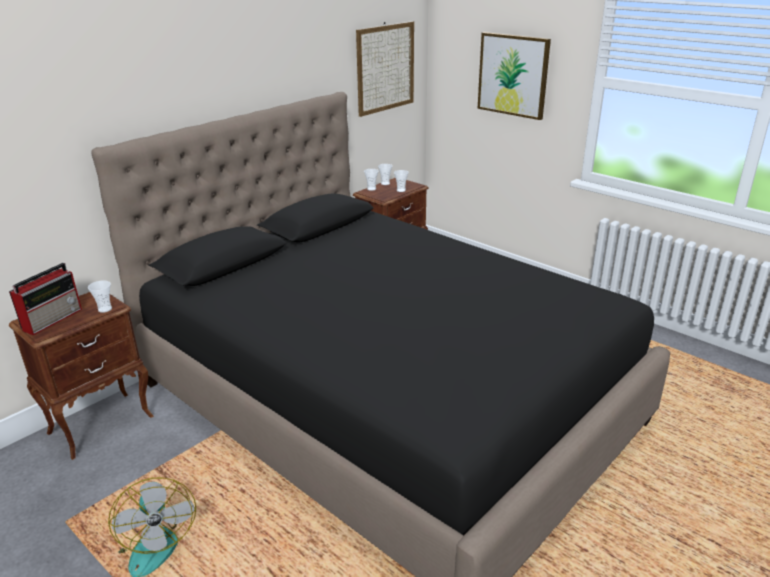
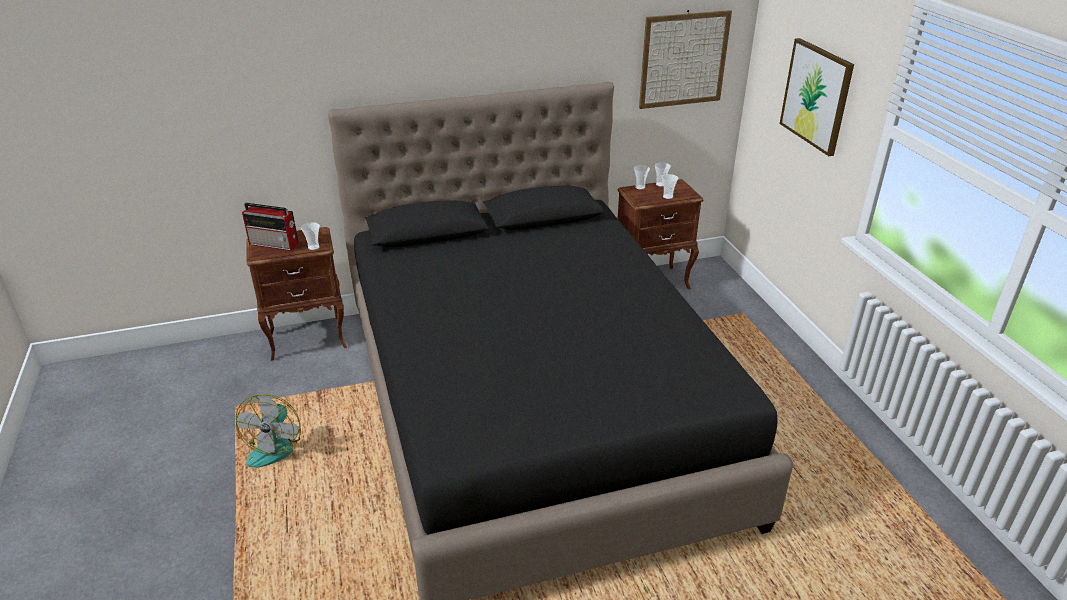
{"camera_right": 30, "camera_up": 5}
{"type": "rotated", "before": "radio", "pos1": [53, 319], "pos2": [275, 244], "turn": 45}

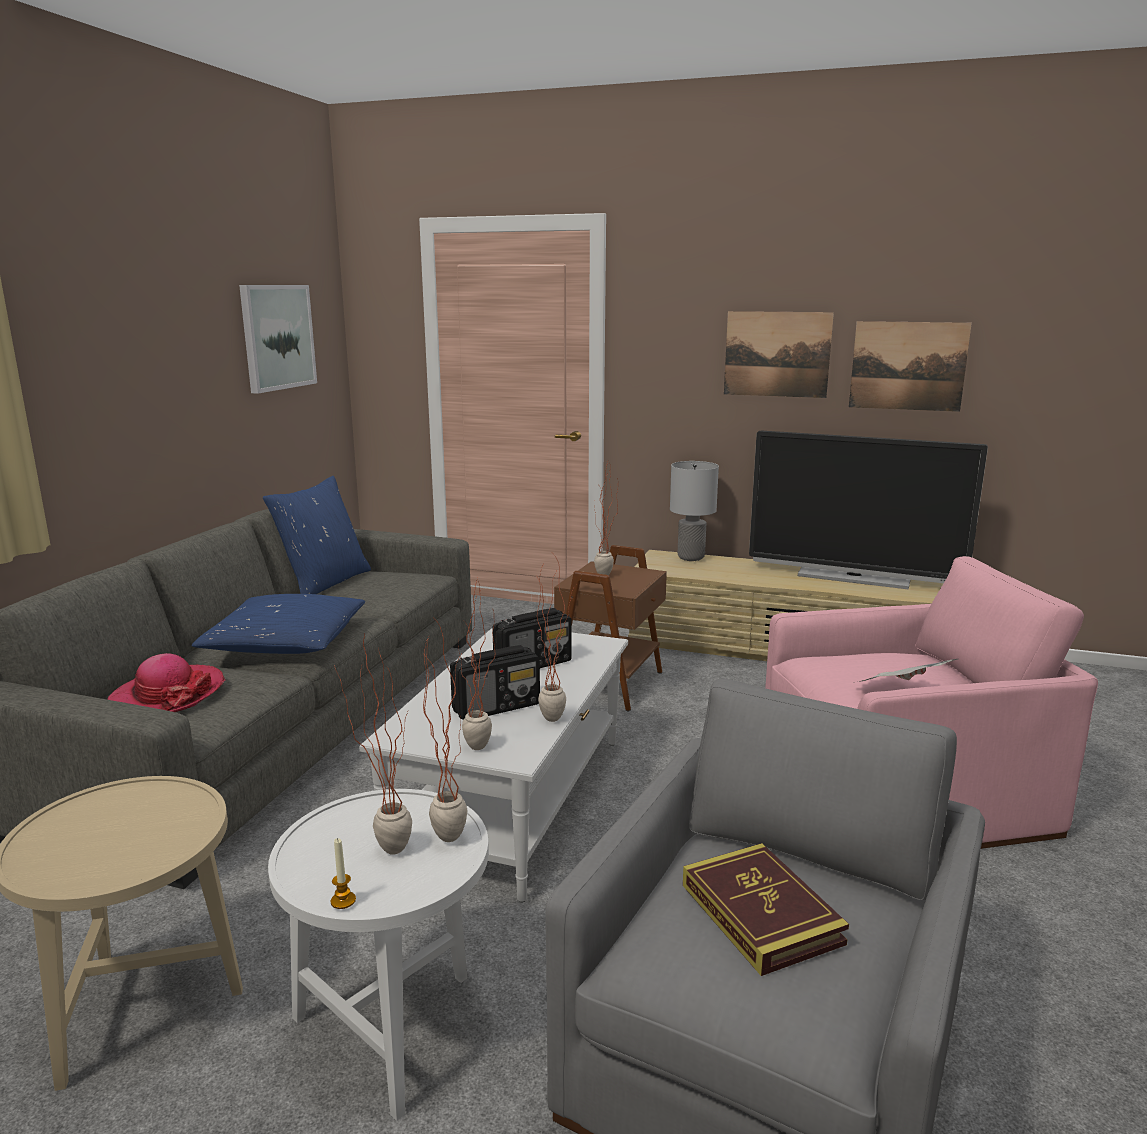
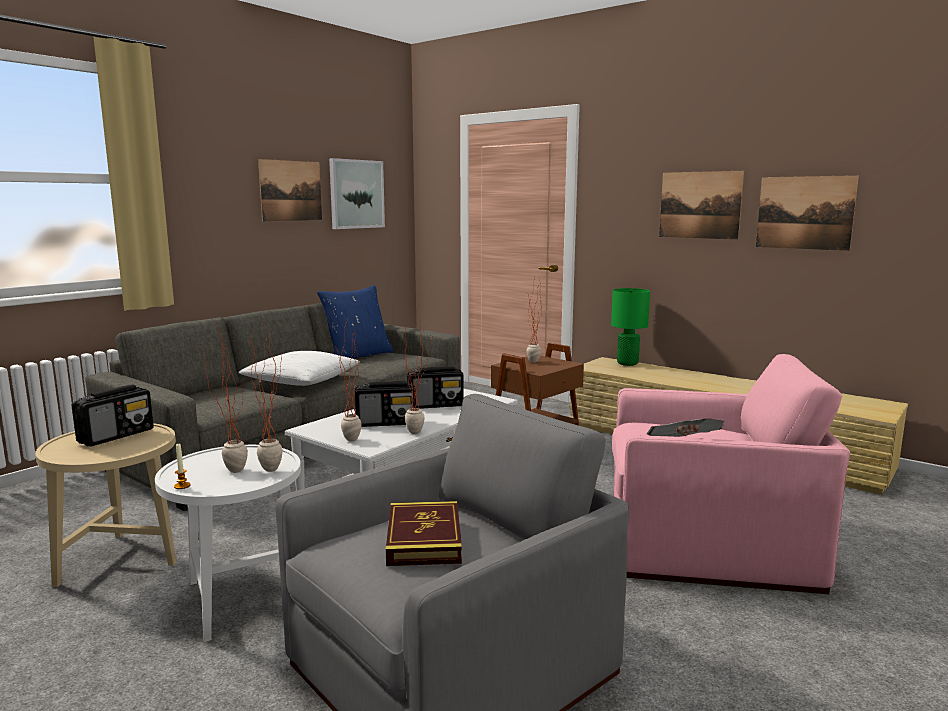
{"camera_right": 20, "camera_up": -5}
{"type": "gone", "before": "hat", "pos1": [167, 695]}
{"type": "gone", "before": "television", "pos1": [853, 577]}
{"type": "new", "after": "radio", "pos2": [117, 436]}
{"type": "new", "after": "picture", "pos2": [291, 191]}
{"type": "repainted", "before": "blue pillow", "after": "white pillow", "pos1": [286, 643], "pos2": [301, 381]}
{"type": "repainted", "before": "grey table lamp", "after": "green table lamp", "pos1": [691, 559], "pos2": [627, 364]}

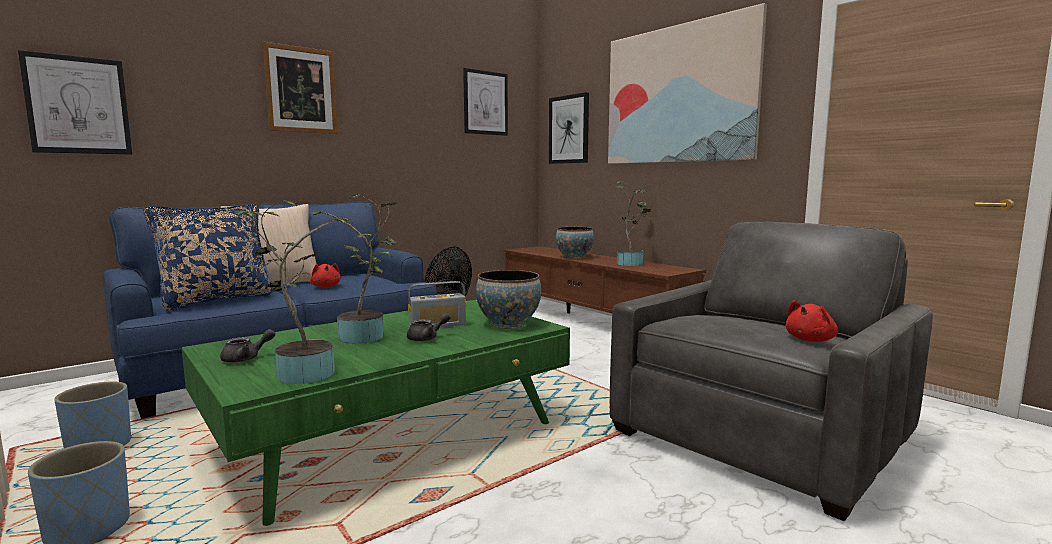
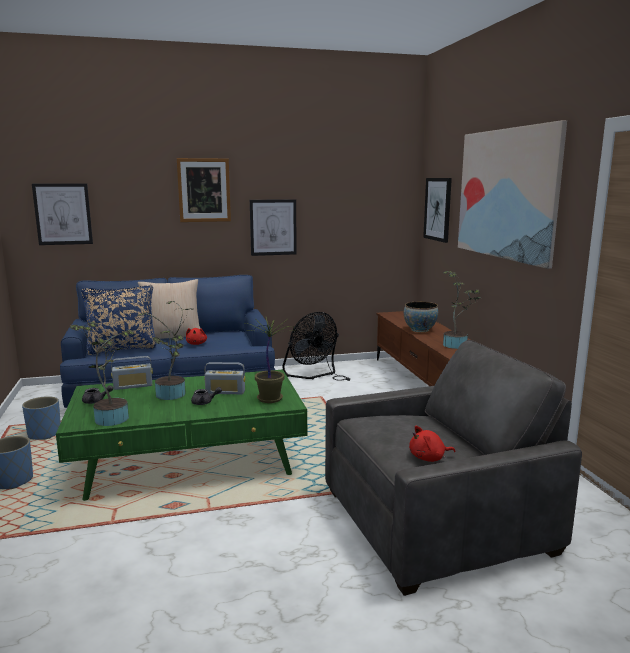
{"camera_right": 25, "camera_up": 5}
{"type": "new", "after": "radio", "pos2": [133, 386]}
{"type": "shifted", "before": "picture", "pos1": [485, 103], "pos2": [273, 227]}
{"type": "swapped", "before": "bowl", "after": "potted plant", "pos1": [508, 324], "pos2": [270, 398]}

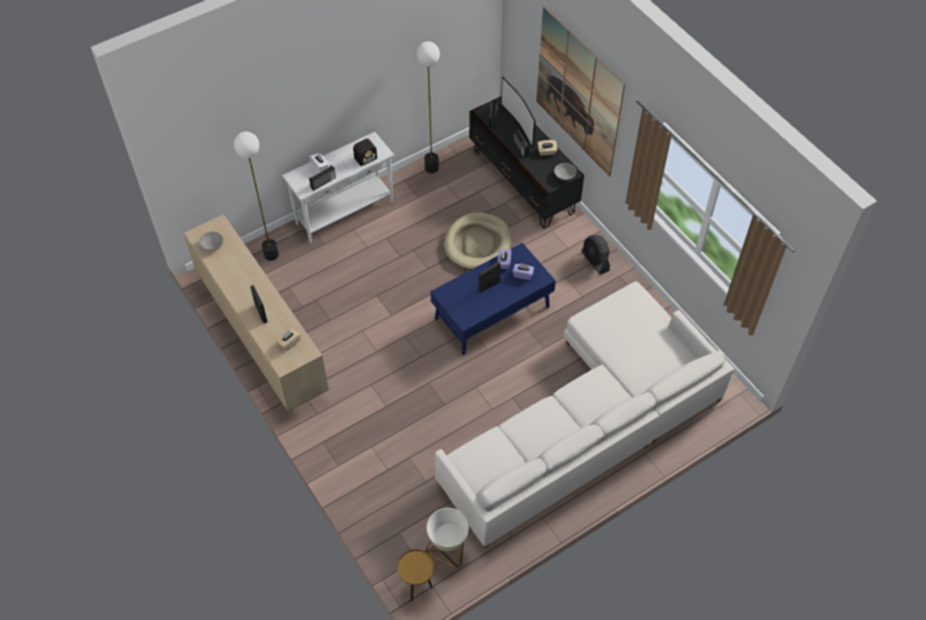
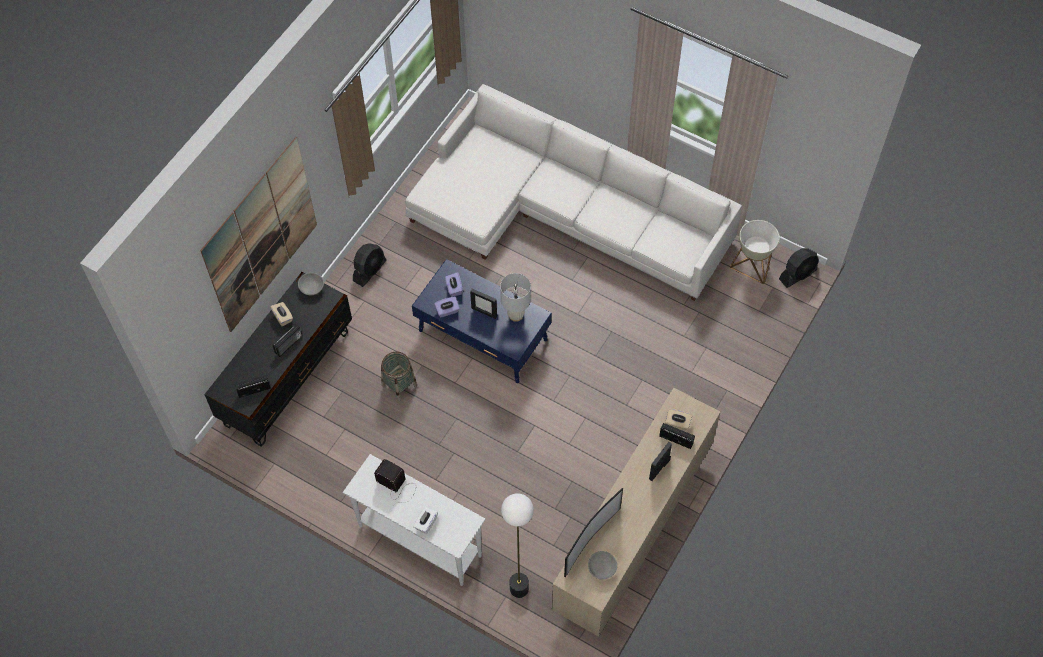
{"camera_right": -115, "camera_up": 5}
{"type": "gone", "before": "floor lamp", "pos1": [431, 168]}
{"type": "new", "after": "white table lamp", "pos2": [516, 315]}
{"type": "shifted", "before": "radio", "pos1": [323, 183], "pos2": [676, 439]}
{"type": "shifted", "before": "television", "pos1": [519, 124], "pos2": [589, 540]}
{"type": "swapped", "before": "brown side table", "after": "black fan", "pos1": [417, 588], "pos2": [798, 274]}
{"type": "swapped", "before": "beige dog bed", "after": "basket", "pos1": [478, 244], "pos2": [399, 385]}

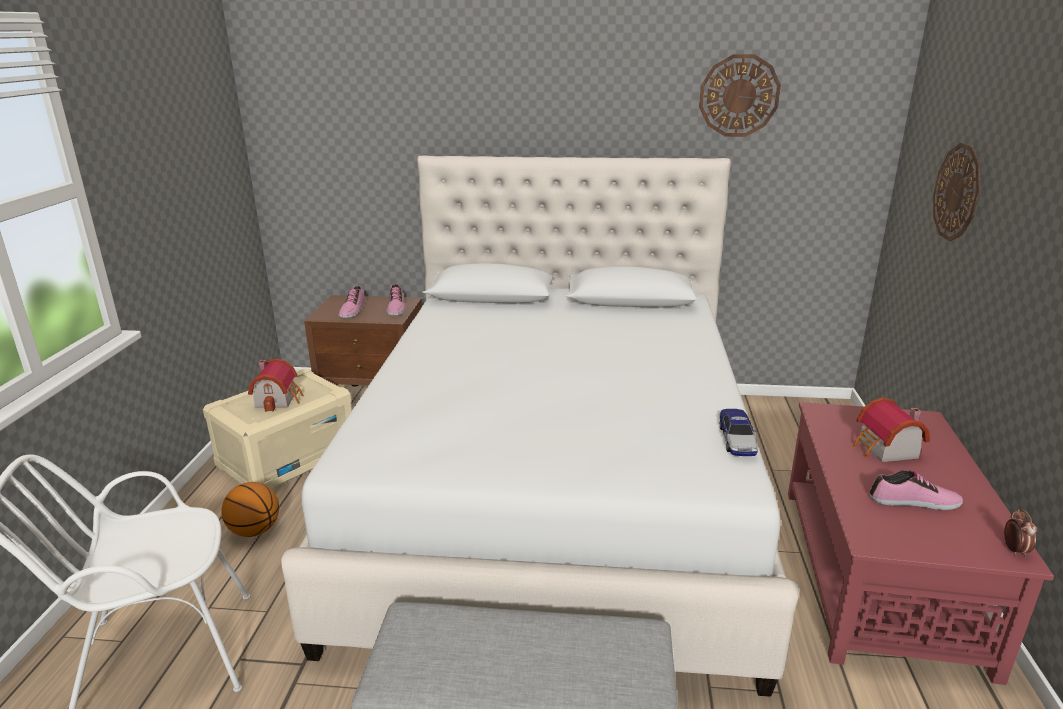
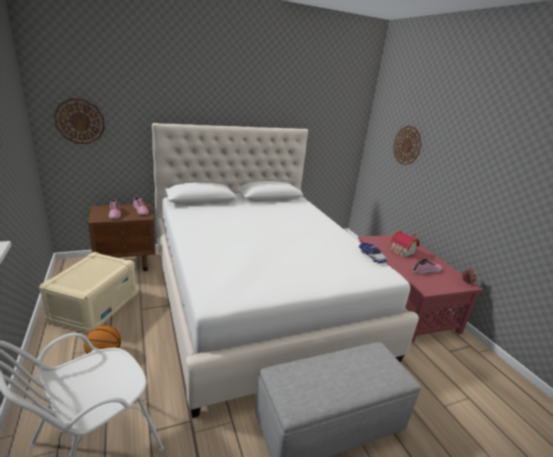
{"camera_right": -30, "camera_up": 0}
{"type": "gone", "before": "toy house", "pos1": [279, 399]}
{"type": "shifted", "before": "wall clock", "pos1": [739, 96], "pos2": [80, 121]}

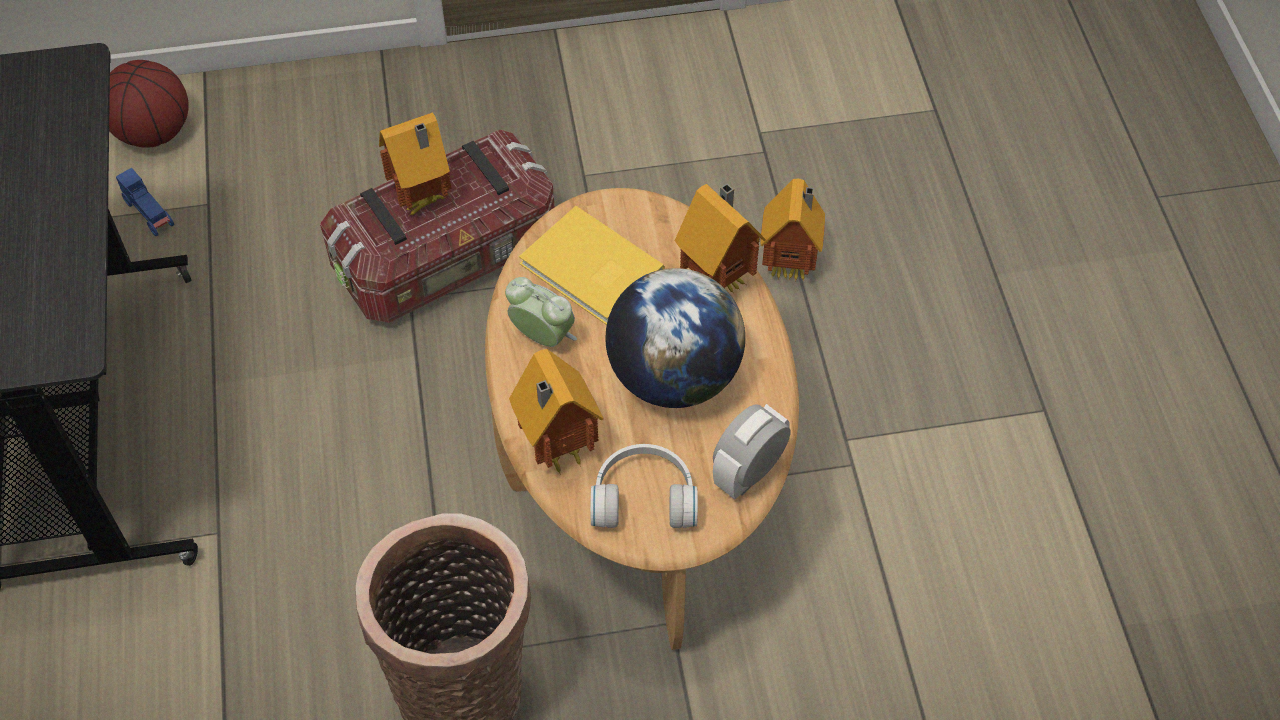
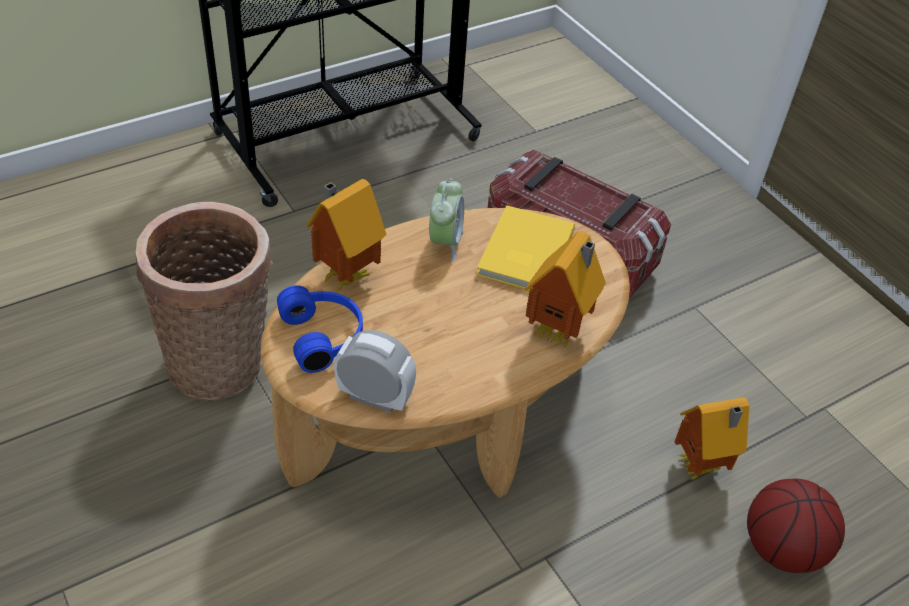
{"camera_right": 65, "camera_up": -10}
{"type": "gone", "before": "blue toy car", "pos1": [150, 214]}
{"type": "gone", "before": "toy house", "pos1": [423, 202]}
{"type": "gone", "before": "globe", "pos1": [673, 376]}
{"type": "shifted", "before": "basketball", "pos1": [155, 132], "pos2": [782, 549]}
{"type": "repainted", "before": "white headphones", "after": "blue headphones", "pos1": [644, 496], "pos2": [324, 336]}

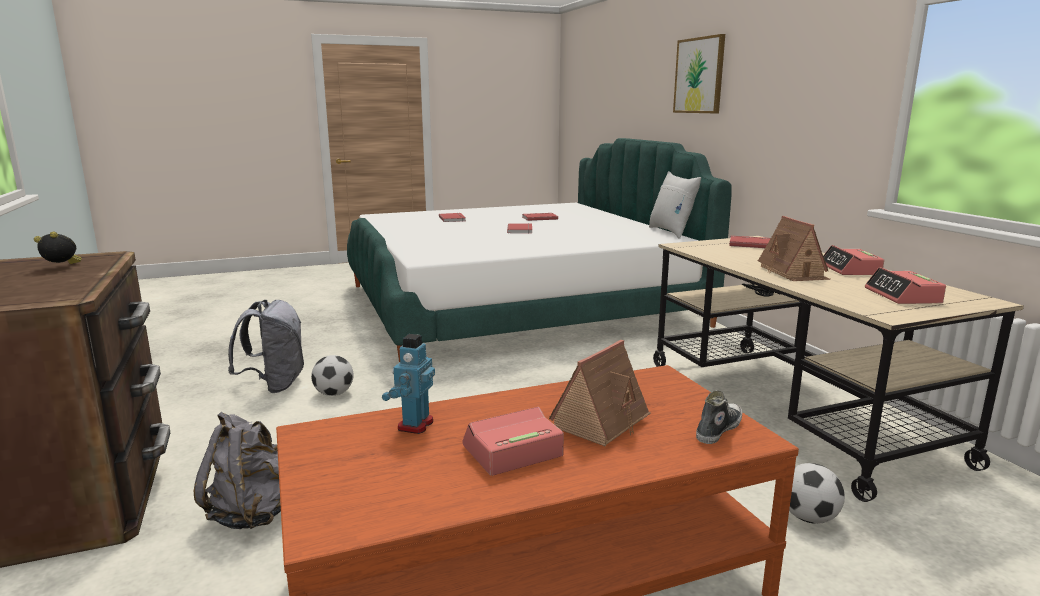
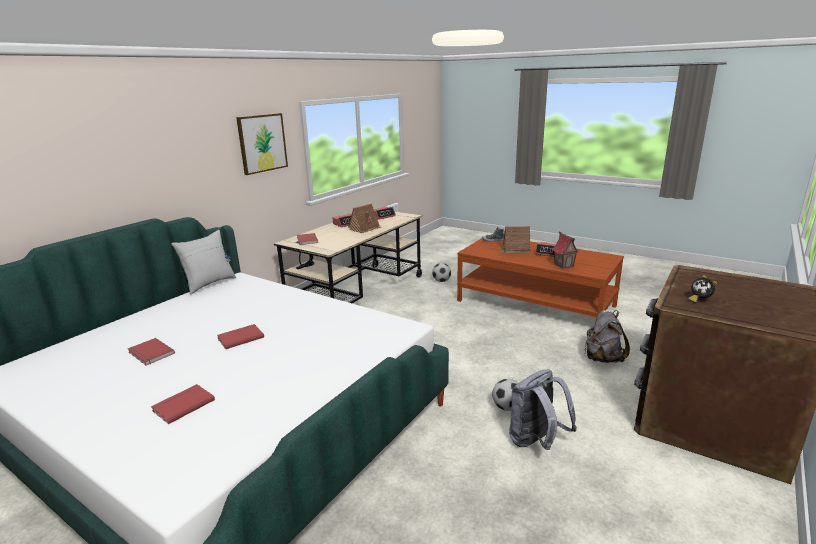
{"camera_right": -125, "camera_up": 5}
{"type": "shifted", "before": "picture", "pos1": [699, 75], "pos2": [262, 143]}
{"type": "swapped", "before": "toy robot", "after": "toy house", "pos1": [414, 425], "pos2": [564, 265]}

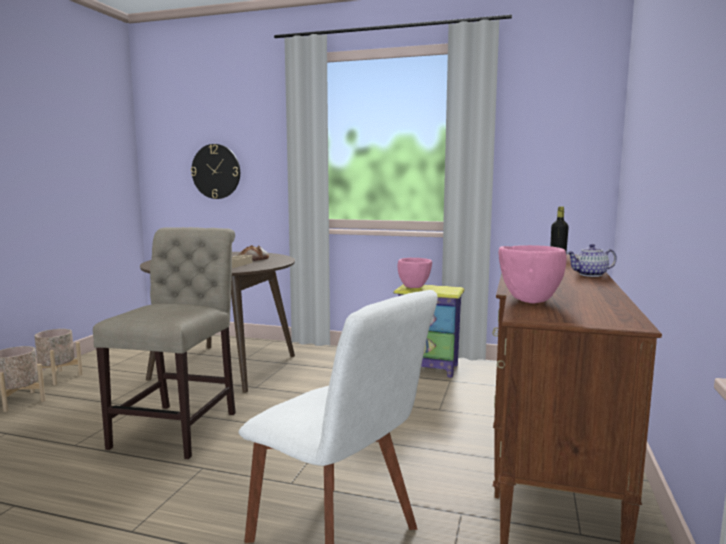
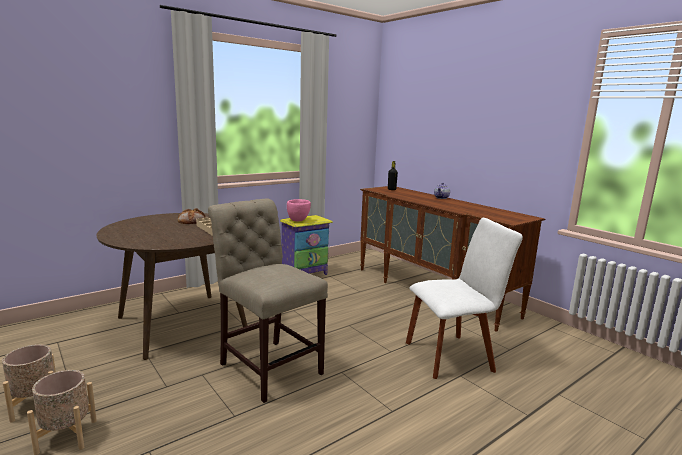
{"camera_right": -55, "camera_up": 5}
{"type": "gone", "before": "wall clock", "pos1": [216, 171]}
{"type": "gone", "before": "pink bowl", "pos1": [529, 300]}

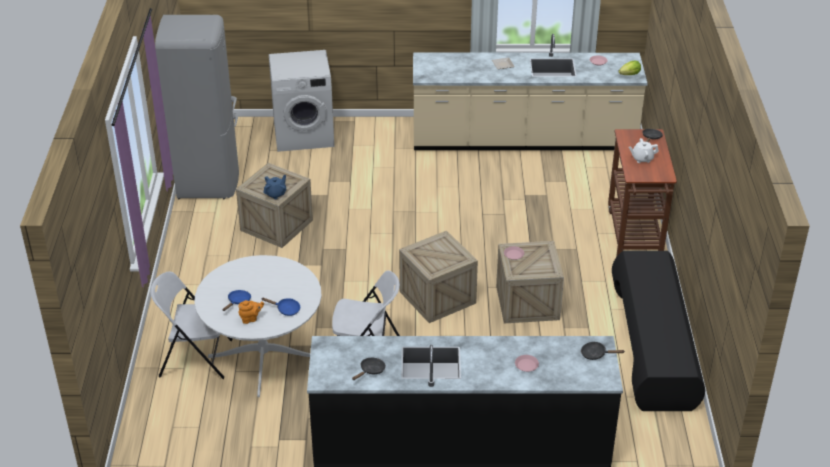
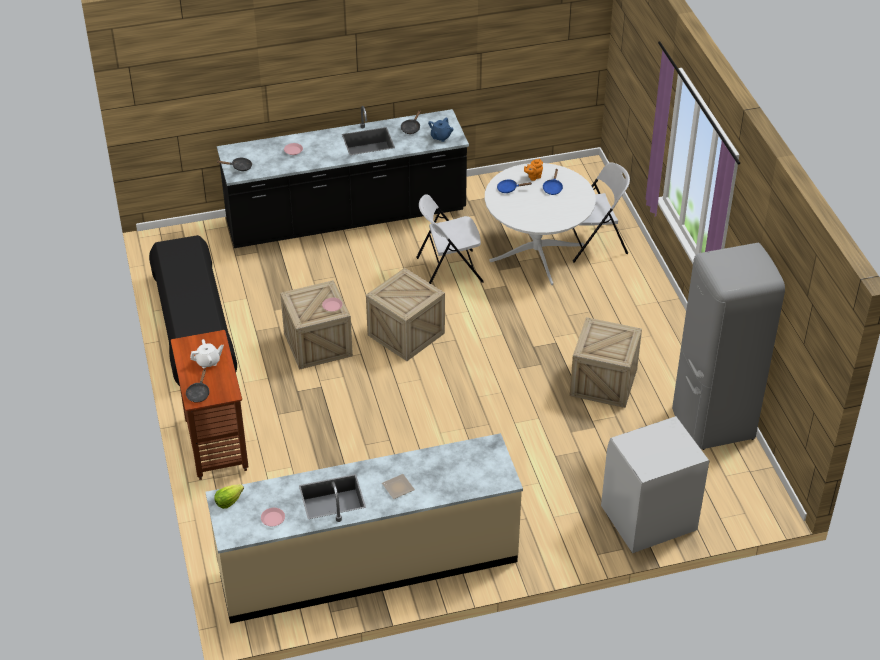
{"camera_right": 165, "camera_up": 5}
{"type": "shifted", "before": "blue teapot", "pos1": [276, 194], "pos2": [440, 137]}

